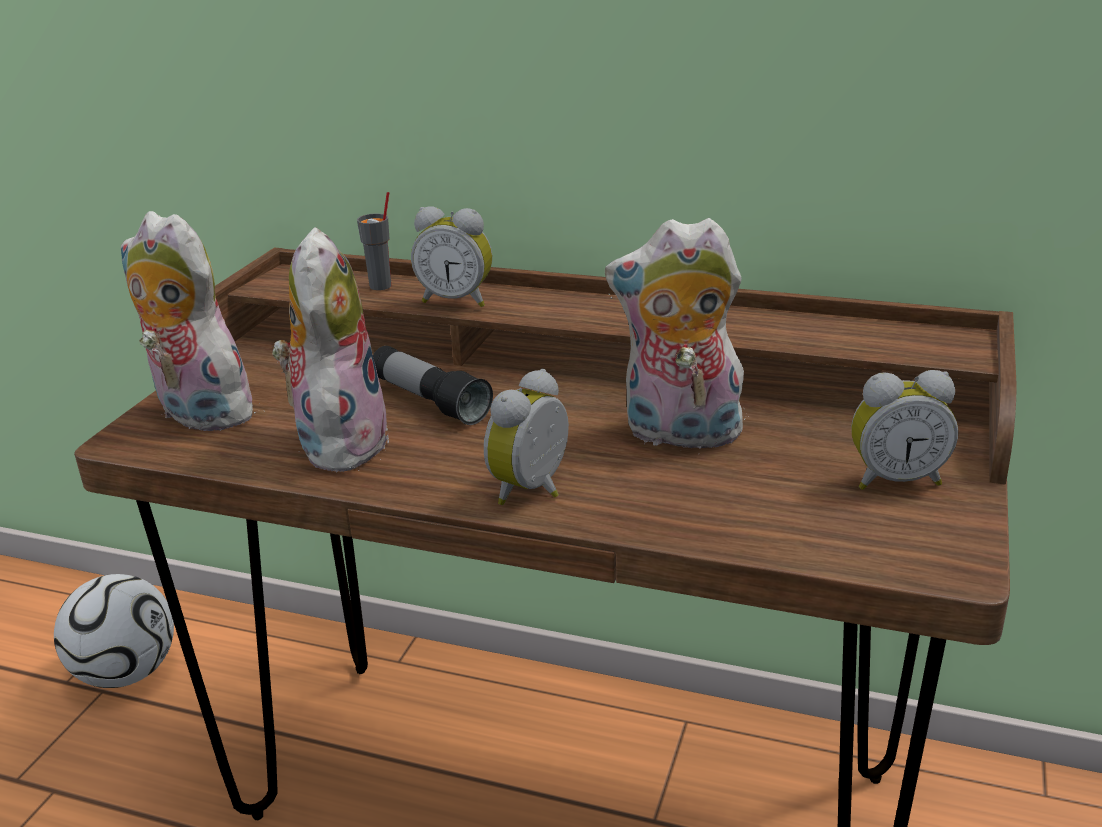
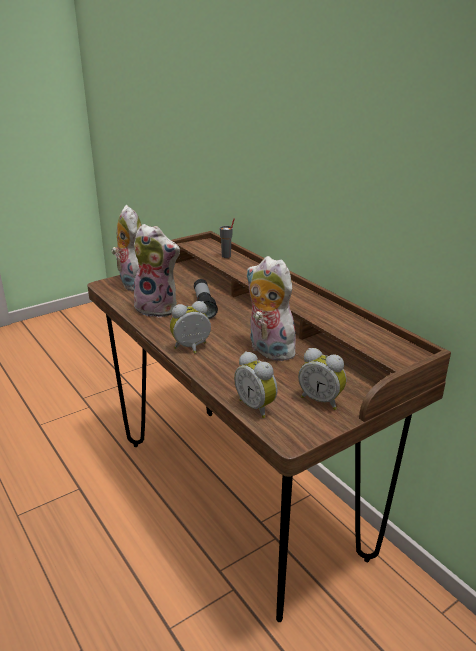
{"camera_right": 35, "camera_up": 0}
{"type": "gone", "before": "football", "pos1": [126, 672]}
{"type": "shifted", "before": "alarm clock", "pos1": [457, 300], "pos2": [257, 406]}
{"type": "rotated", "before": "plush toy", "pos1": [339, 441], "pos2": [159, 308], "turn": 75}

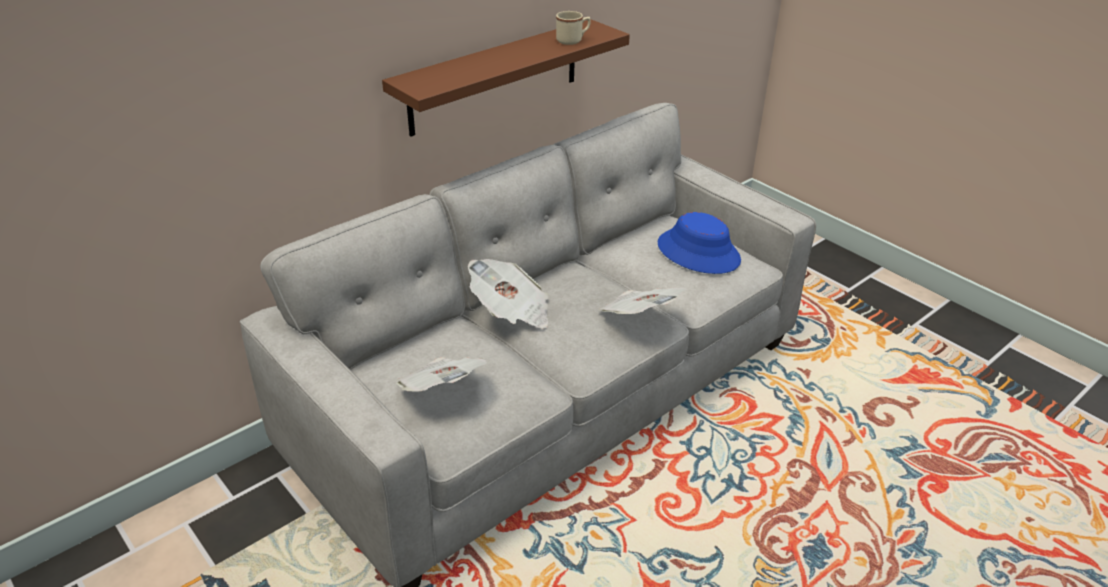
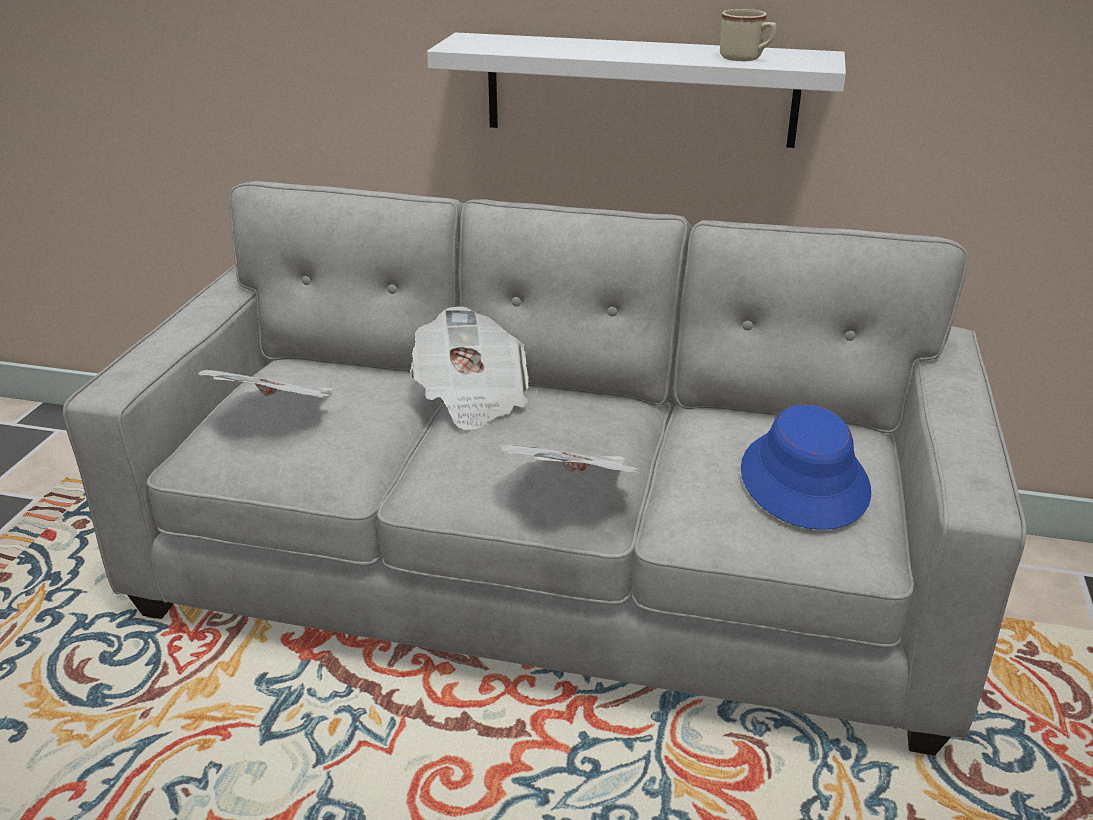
{"camera_right": 55, "camera_up": -5}
{"type": "repainted", "before": "brown shelf", "after": "white shelf", "pos1": [495, 77], "pos2": [640, 90]}

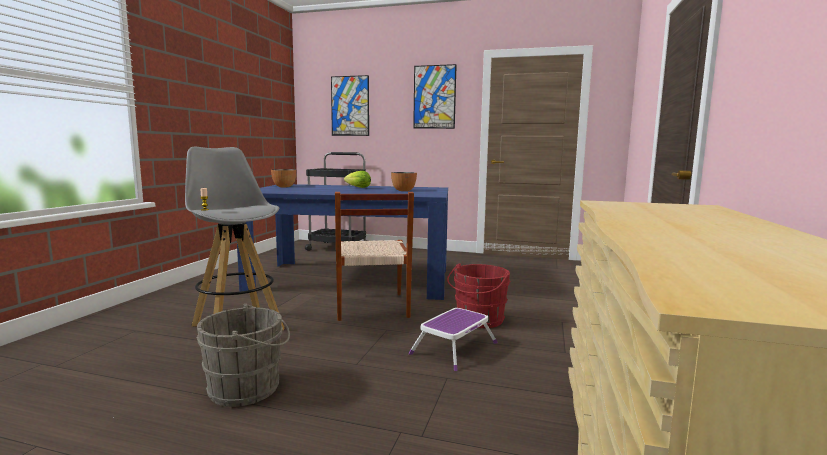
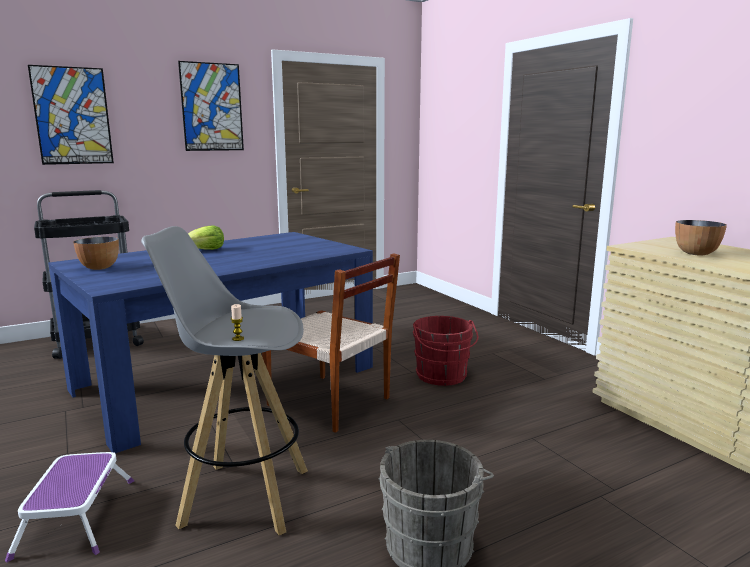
{"camera_right": -45, "camera_up": 5}
{"type": "shifted", "before": "bowl", "pos1": [404, 190], "pos2": [696, 253]}
{"type": "shifted", "before": "purple step ladder", "pos1": [454, 348], "pos2": [77, 517]}

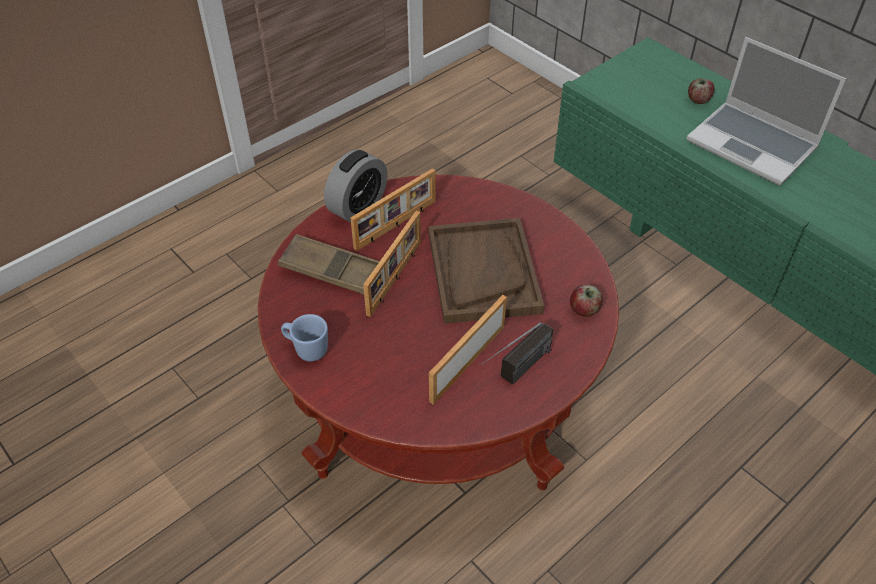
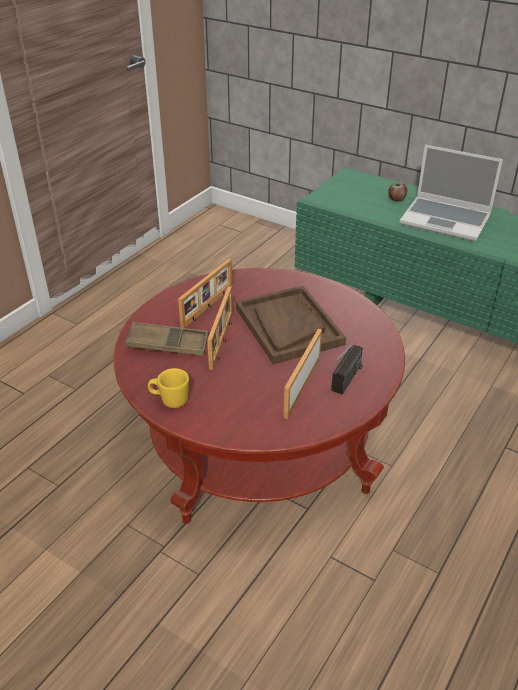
{"camera_right": -15, "camera_up": -10}
{"type": "gone", "before": "alarm clock", "pos1": [358, 206]}
{"type": "gone", "before": "apple", "pos1": [584, 310]}
{"type": "repainted", "before": "blue mug", "after": "yellow mug", "pos1": [306, 349], "pos2": [169, 400]}

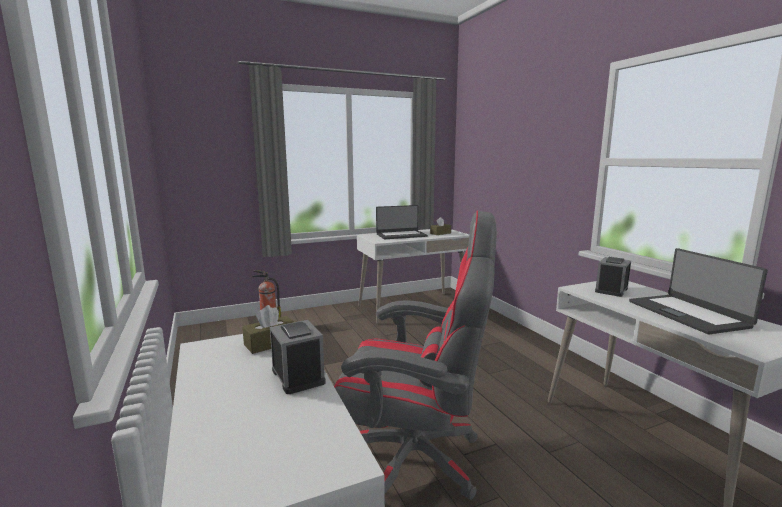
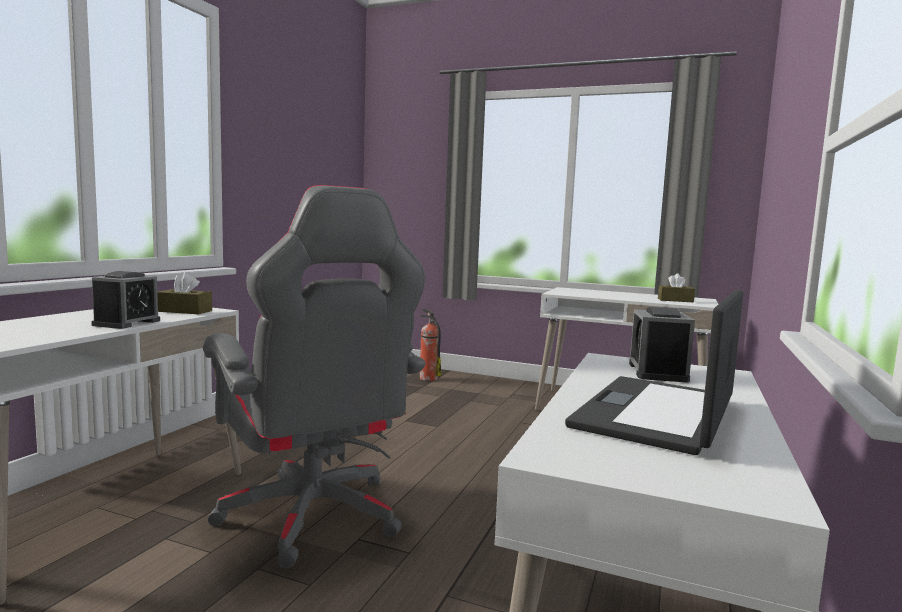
{"camera_right": 45, "camera_up": -5}
{"type": "gone", "before": "laptop", "pos1": [401, 235]}
{"type": "rotated", "before": "alarm clock", "pos1": [611, 290], "pos2": [657, 372], "turn": -75}

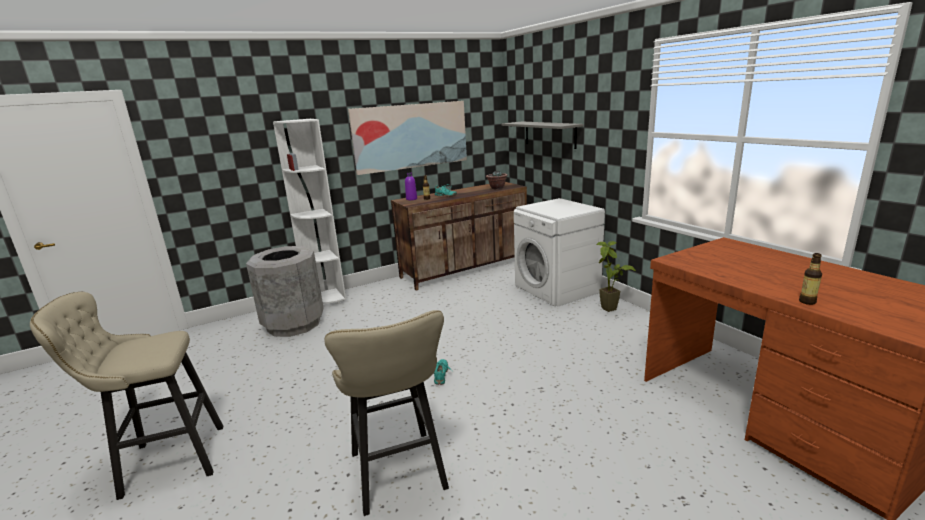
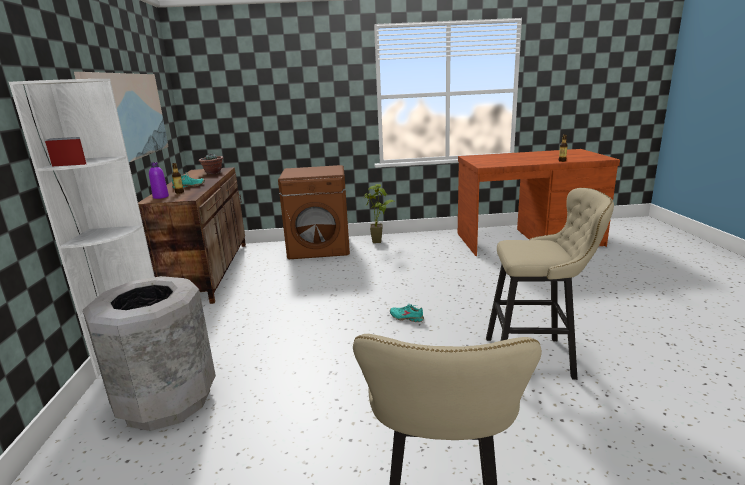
{"camera_right": -65, "camera_up": 0}
{"type": "gone", "before": "grey shelf", "pos1": [550, 134]}
{"type": "repainted", "before": "white washing machine", "after": "brown washing machine", "pos1": [556, 289], "pos2": [320, 248]}

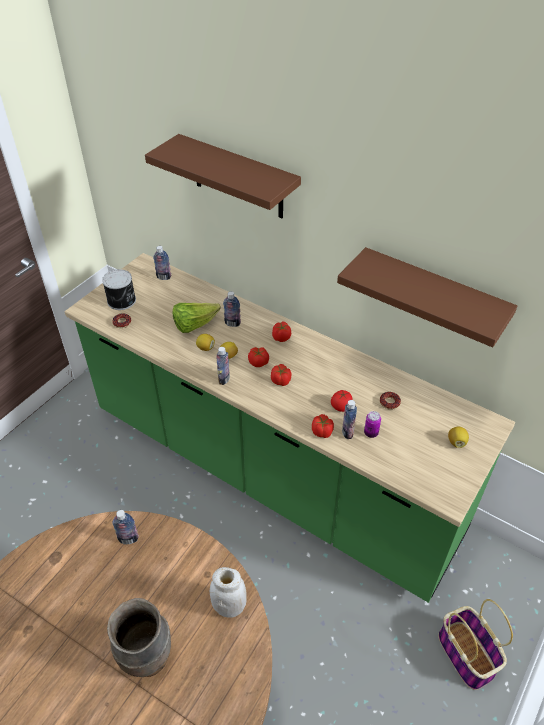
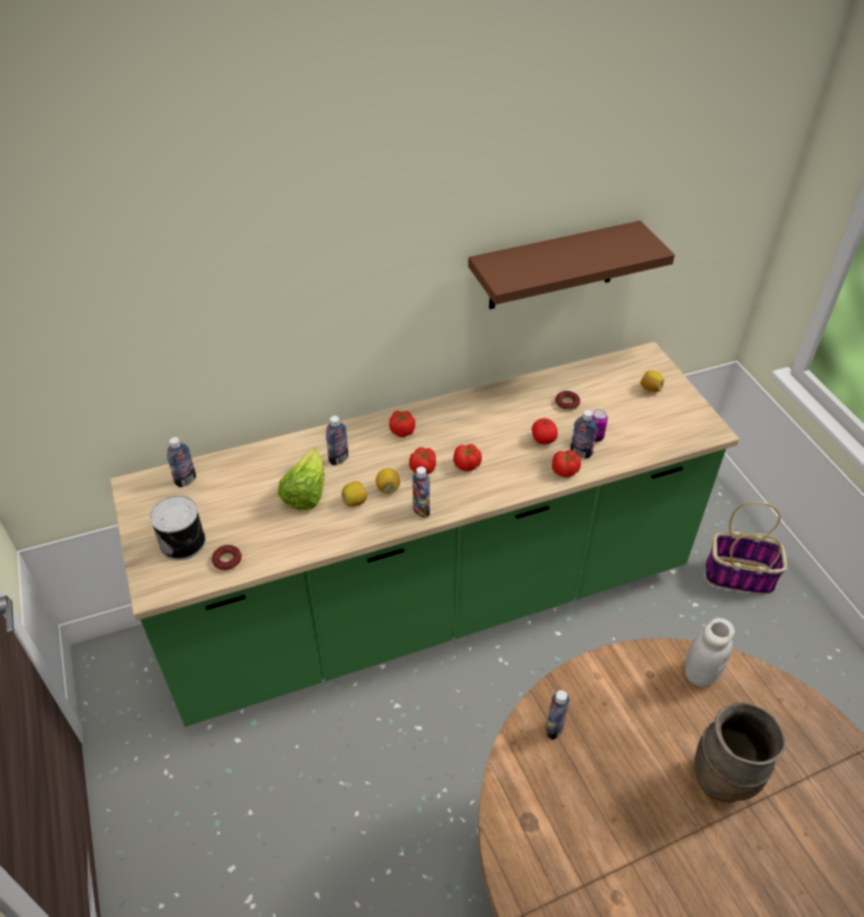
{"camera_right": -55, "camera_up": 0}
{"type": "gone", "before": "brown shelf", "pos1": [238, 178]}

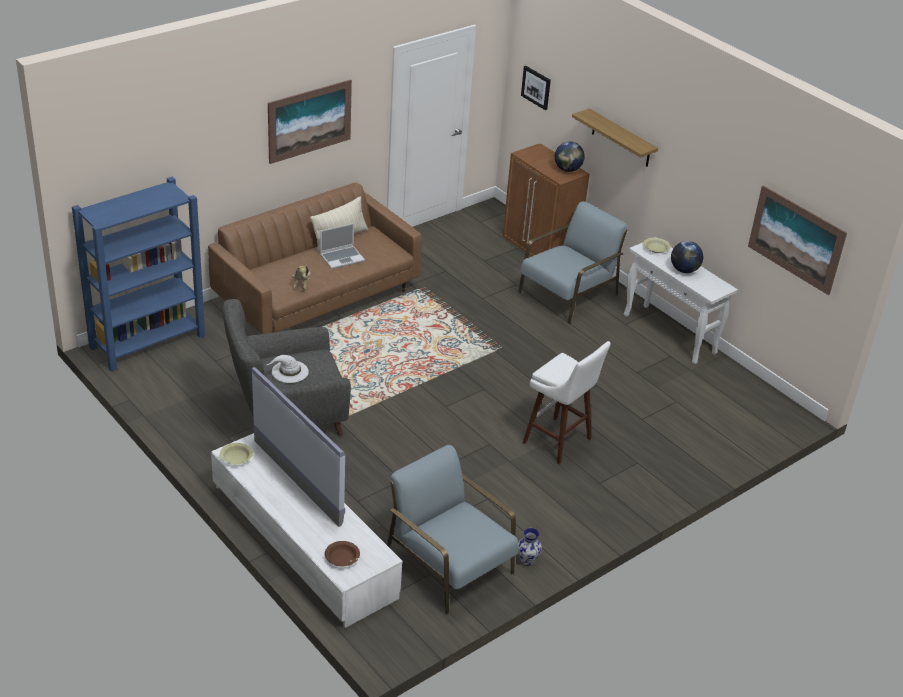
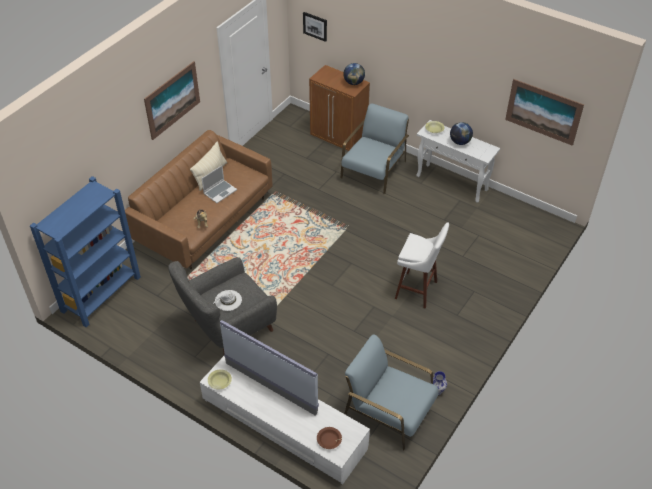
{"camera_right": -15, "camera_up": 10}
{"type": "gone", "before": "shelf", "pos1": [621, 138]}

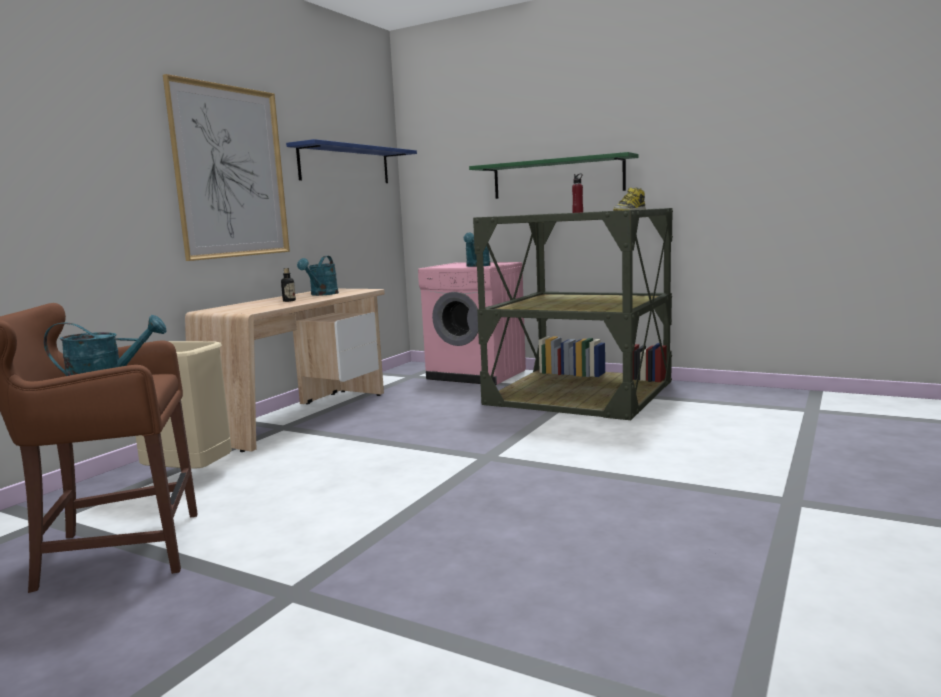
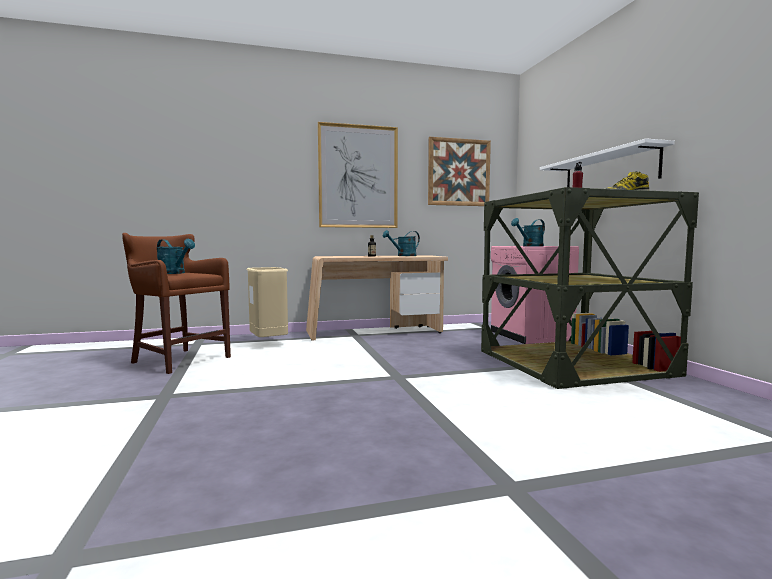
{"camera_right": 45, "camera_up": -5}
{"type": "swapped", "before": "blue shelf", "after": "picture", "pos1": [345, 165], "pos2": [459, 172]}
{"type": "repainted", "before": "green shelf", "after": "white shelf", "pos1": [557, 178], "pos2": [609, 171]}

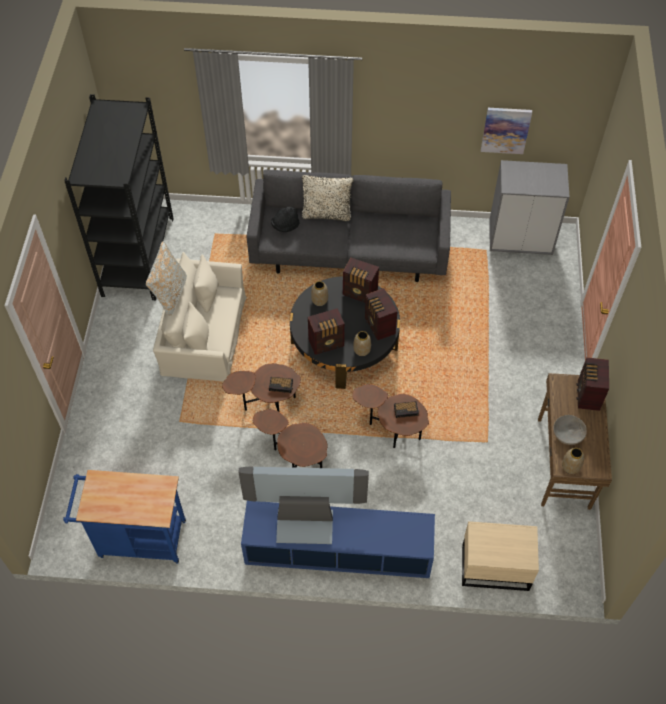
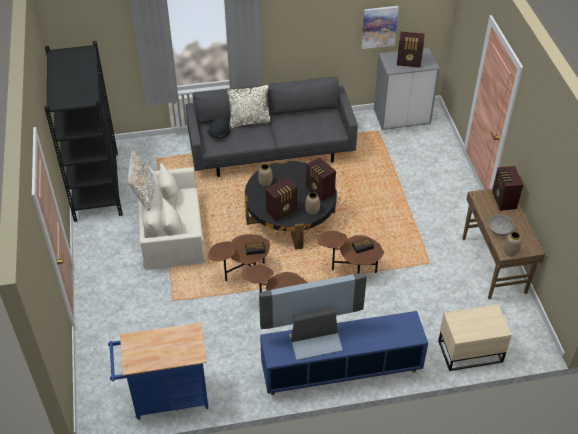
{"camera_right": -15, "camera_up": -10}
{"type": "shifted", "before": "radio", "pos1": [360, 293], "pos2": [409, 62]}

